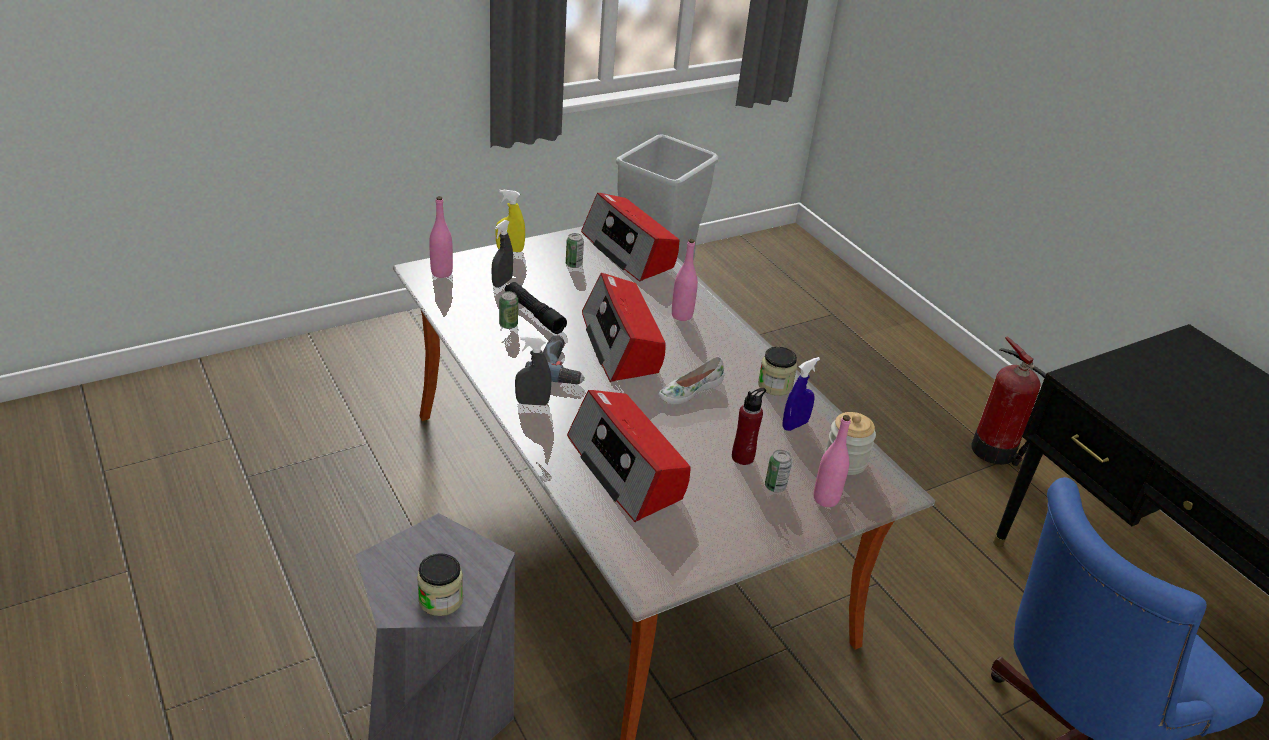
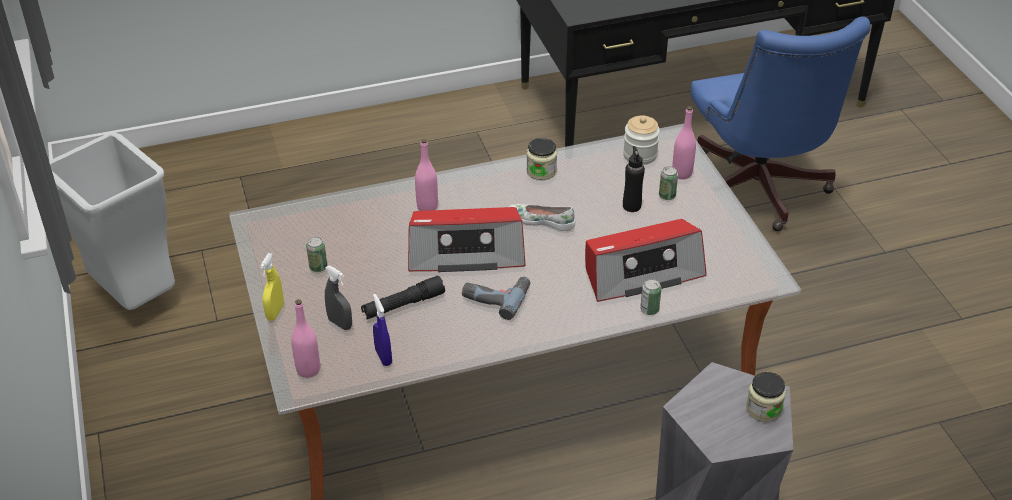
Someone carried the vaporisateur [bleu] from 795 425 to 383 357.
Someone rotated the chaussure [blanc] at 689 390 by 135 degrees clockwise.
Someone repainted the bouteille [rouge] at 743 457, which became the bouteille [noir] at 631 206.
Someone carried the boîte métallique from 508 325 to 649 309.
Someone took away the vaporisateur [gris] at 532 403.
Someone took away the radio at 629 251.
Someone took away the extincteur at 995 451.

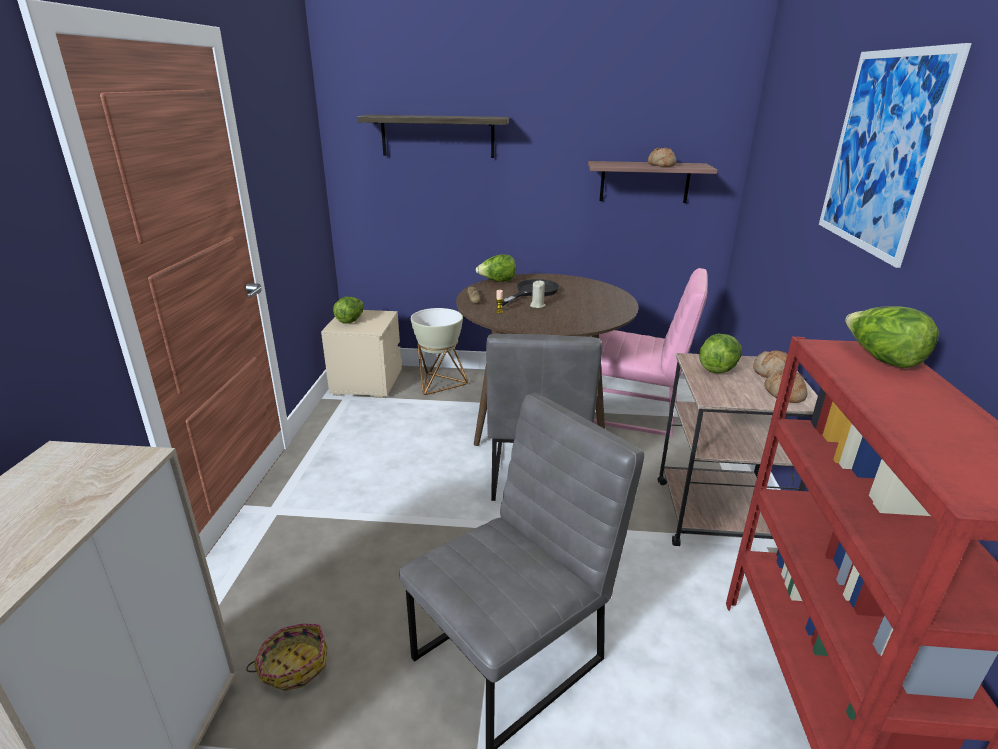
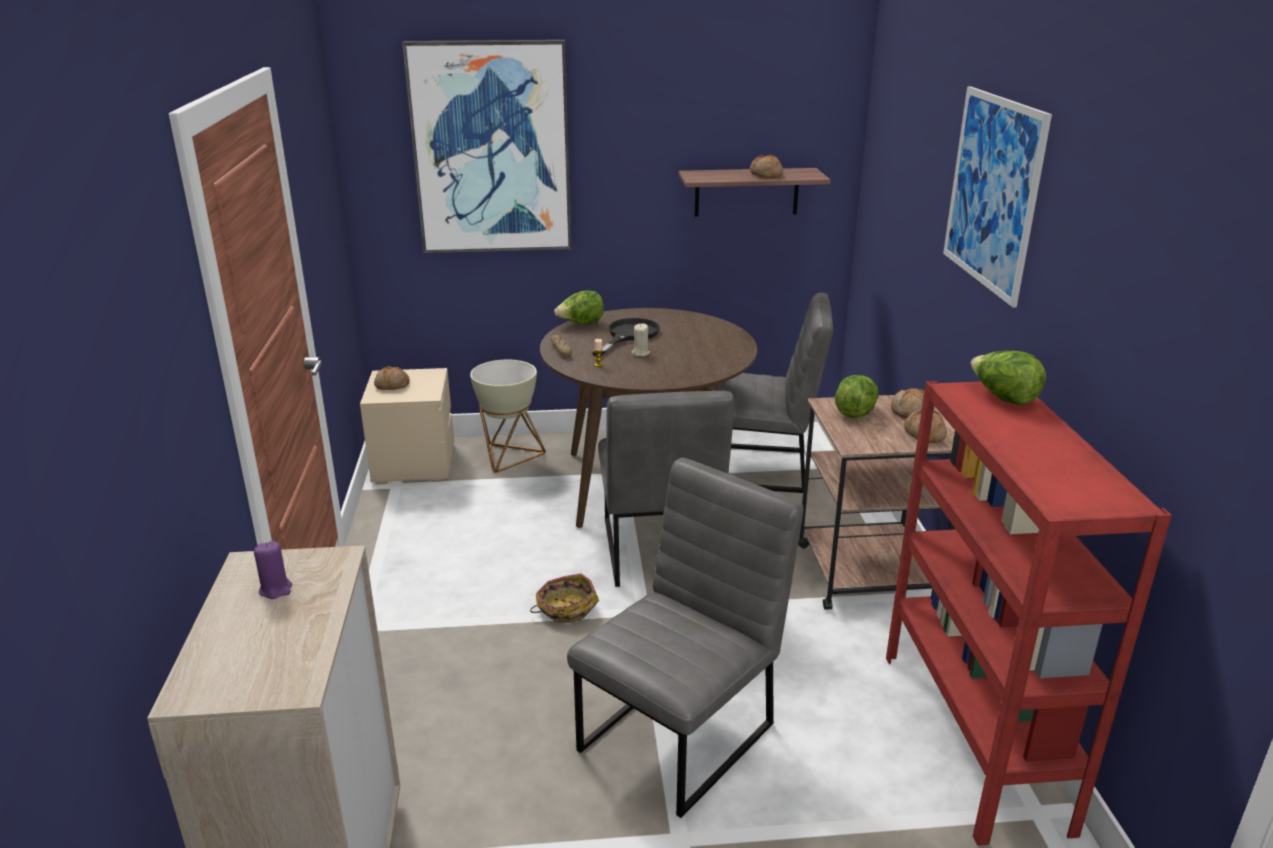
Someone put down the bougie [violet] at 276 589.
Someone swapped the laitue at 350 320 for the pain at 392 385.
Someone swapped the étagère at 437 136 for the tableau at 491 148.
Someone carried the panier from 293 665 to 566 608.
Someone repainted the chaise [rose] at 634 412, which became the chaise [gris] at 757 469.

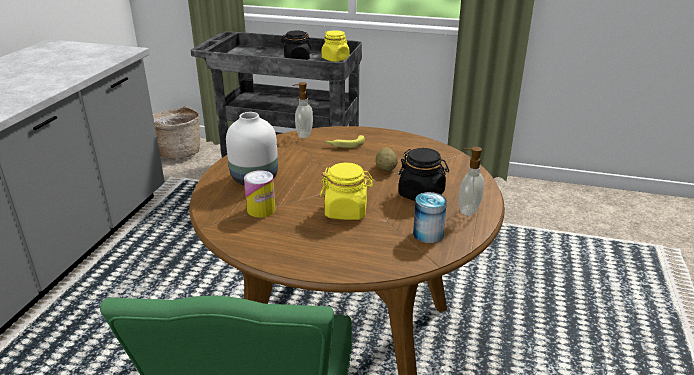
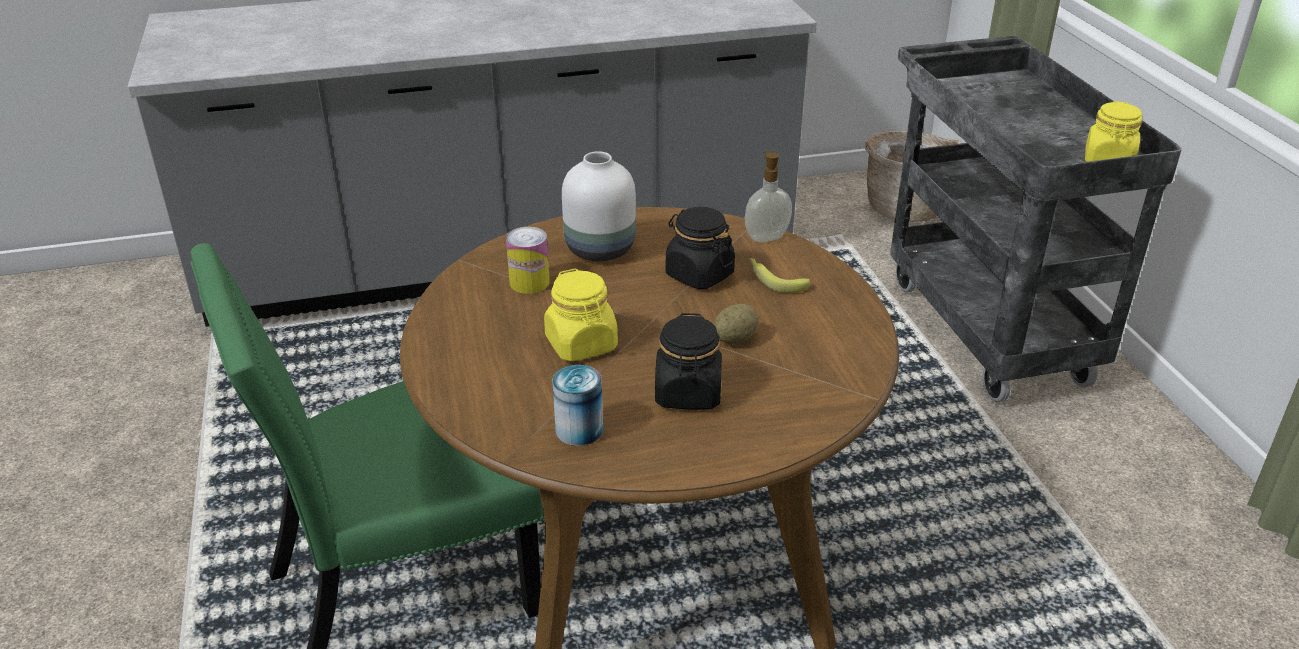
Someone carried the bocal [noir] from 296 59 to 699 275.
Someone took away the distributeur de savon at 468 210.

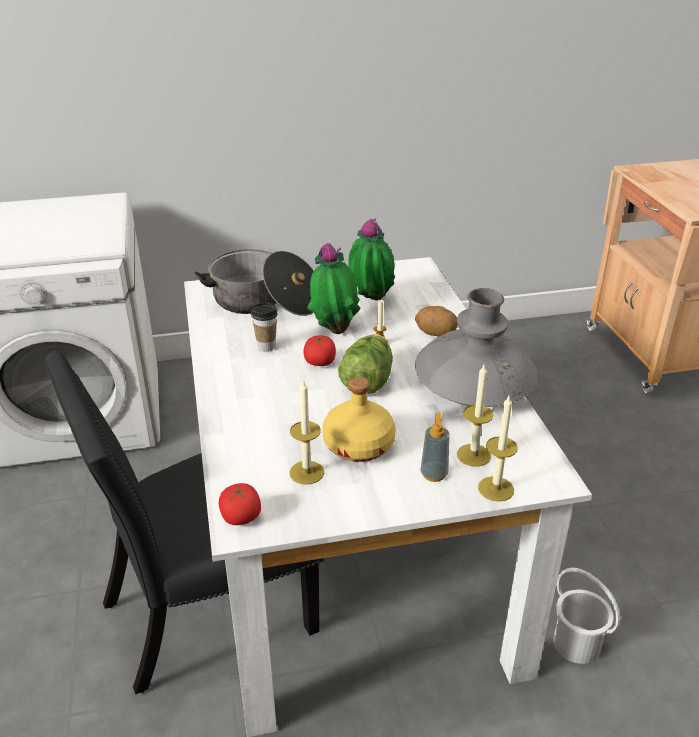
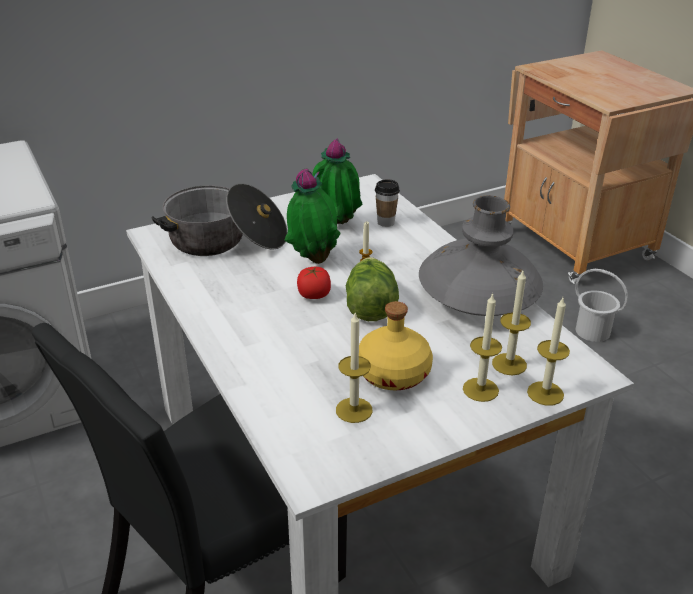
Someone carried the tasse from 266 346 to 386 222.
Someone swapped the distributeur de savon at 434 474 for the bougie at 480 389.
Someone carried the seau [blanc] from 576 643 to 592 331.
Someone took away the tomate at 240 517.
Someone took away the pomme de terre at 436 334.

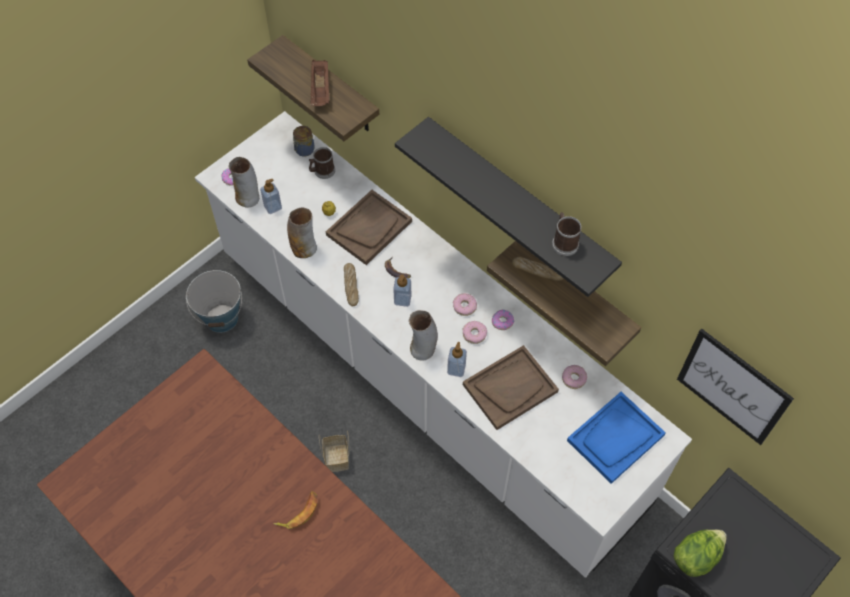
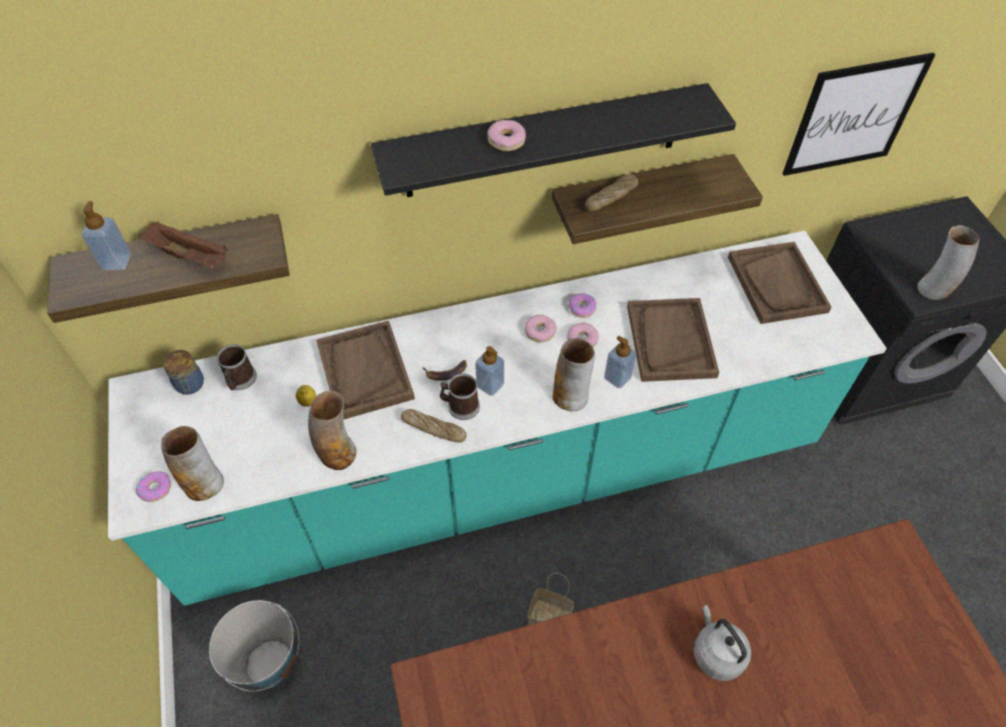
Someone carried the distributeur de savon from 273 207 to 116 261.
Someone repainted the comptoir de cuisine [blanc] at 425 376, which became the comptoir de cuisine [turquoise] at 503 474.
Someone carried the mug from 564 242 to 460 406.
Someone carried the beignet from 573 378 to 506 141.
Someone swapped the banane at 299 512 for the bouilloire [gris] at 716 652.
Someone repainted the plateau [bleu] at 615 438, which became the plateau [marron] at 777 284.
Someone swapped the laitue at 696 557 for the vase at 934 289.

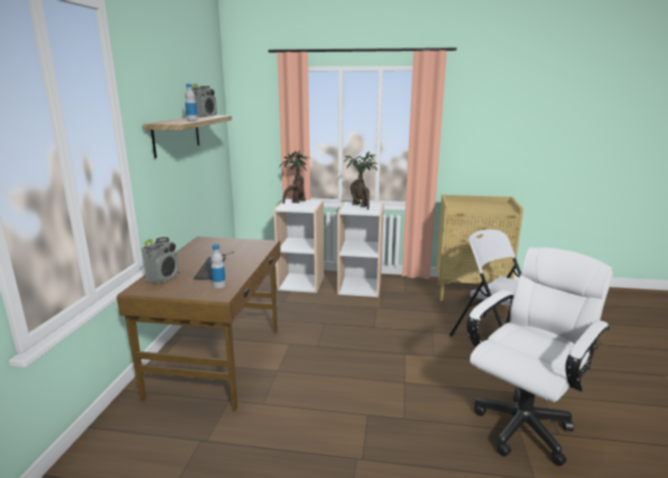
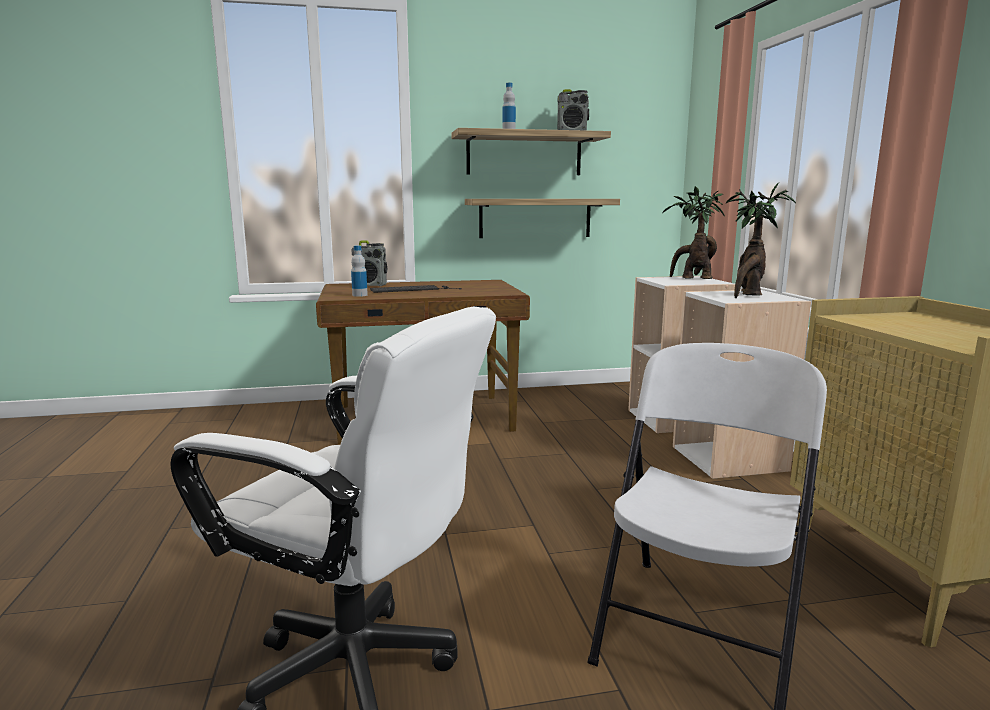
Someone put up the étagère at 535 218.

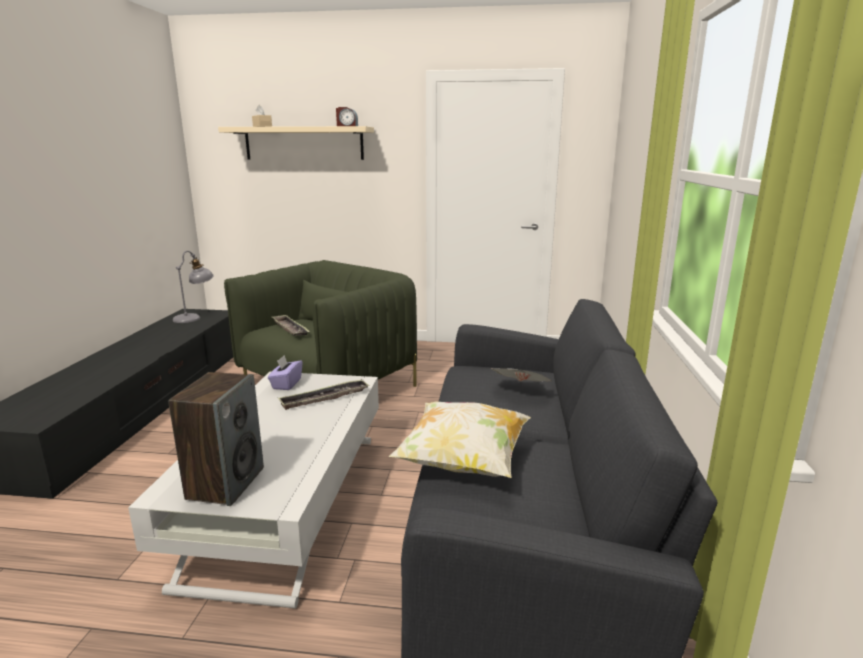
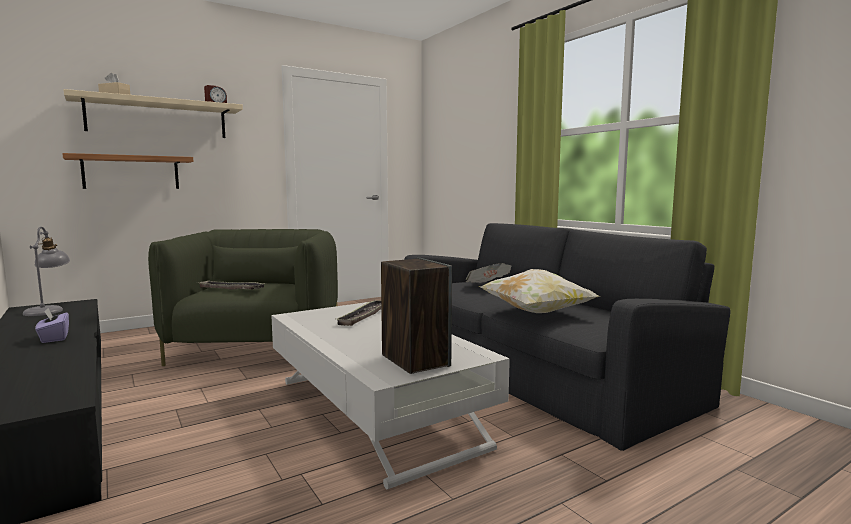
Someone carried the boîte à mouchoirs [violet] from 286 384 to 54 338.
Someone put up the étagère at 131 172.

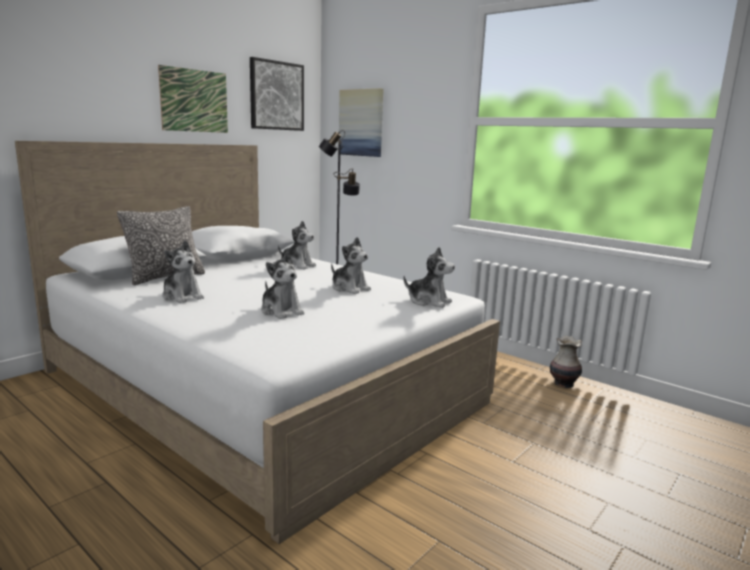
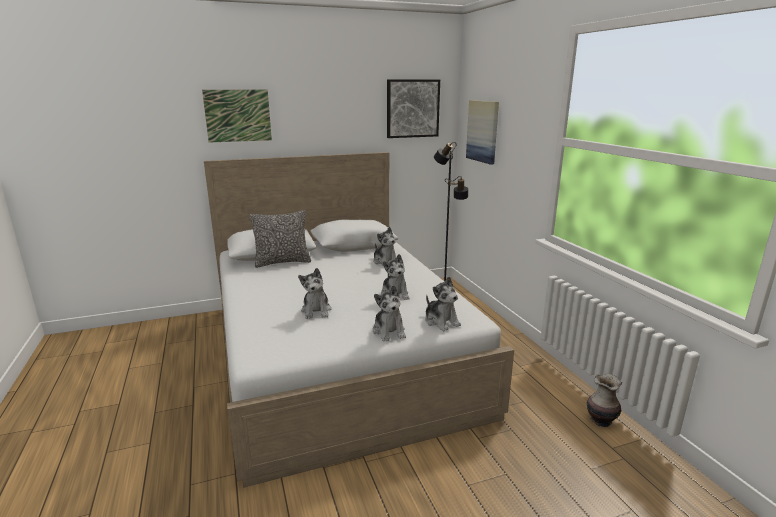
Someone carried the tableau from 194 100 to 238 115.
Someone carried the peluche from 182 296 to 389 331.

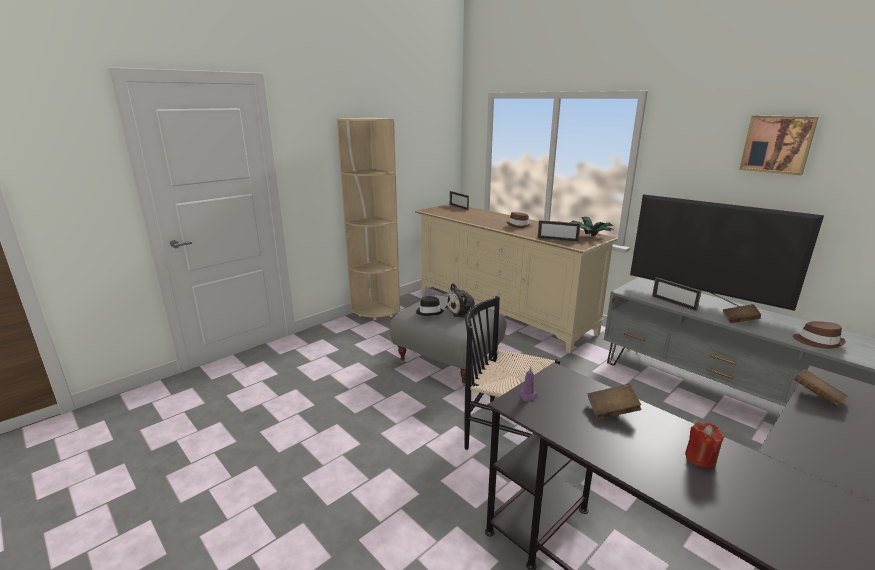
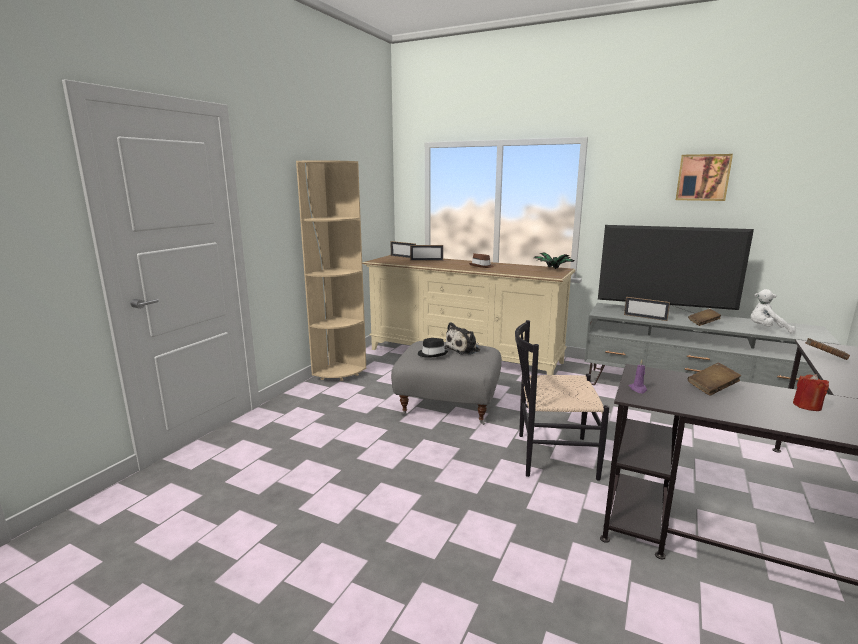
Someone carried the cadre photo from 557 240 to 426 260.
Someone swapped the chapeau [marron] at 818 341 for the peluche [blanc] at 767 330.

